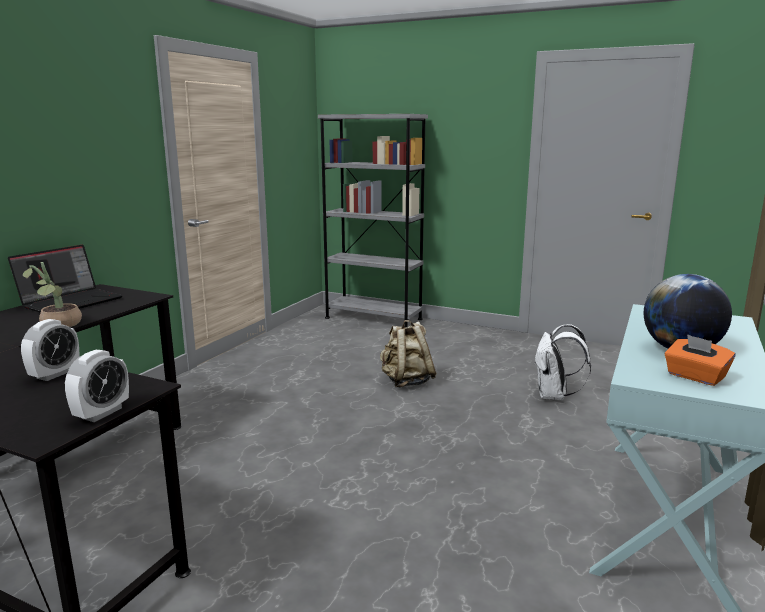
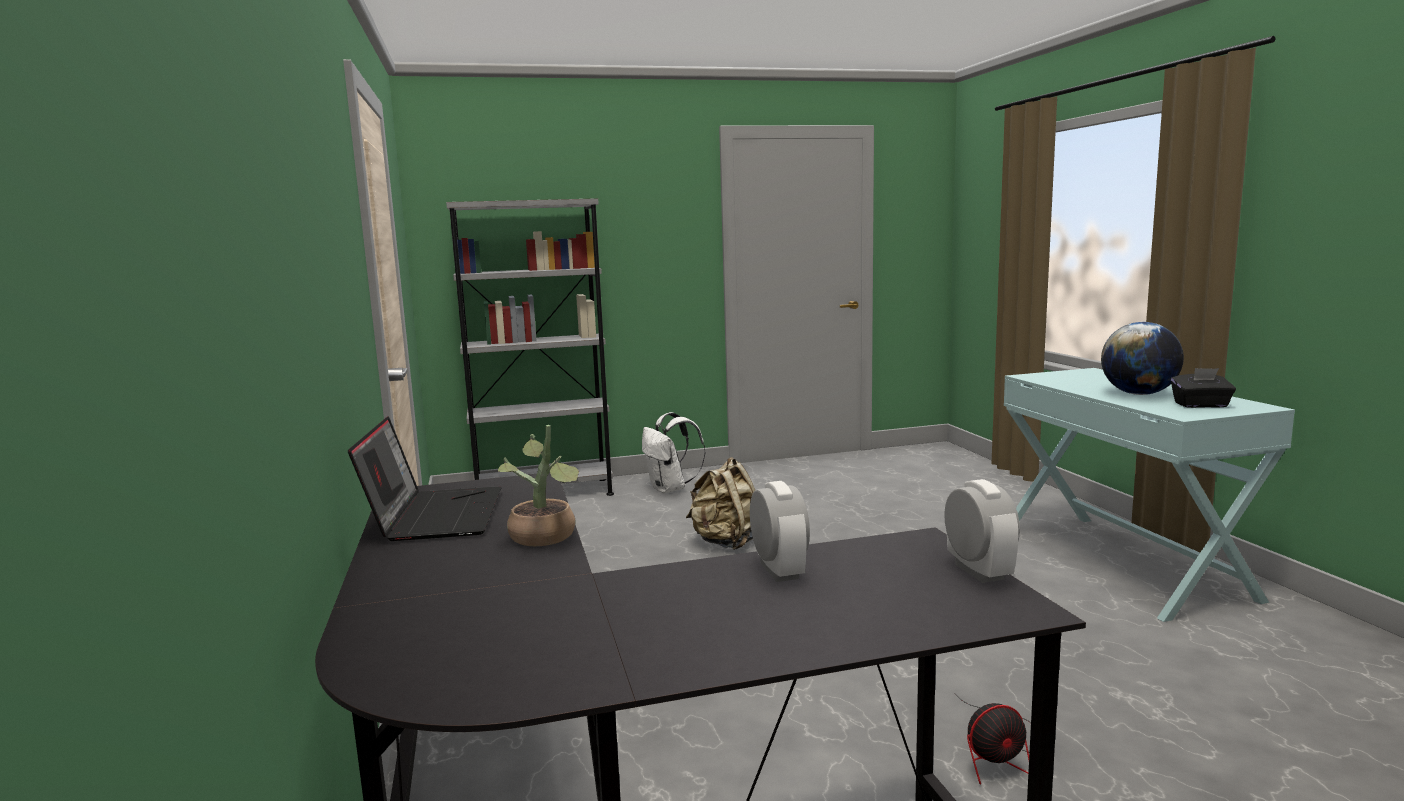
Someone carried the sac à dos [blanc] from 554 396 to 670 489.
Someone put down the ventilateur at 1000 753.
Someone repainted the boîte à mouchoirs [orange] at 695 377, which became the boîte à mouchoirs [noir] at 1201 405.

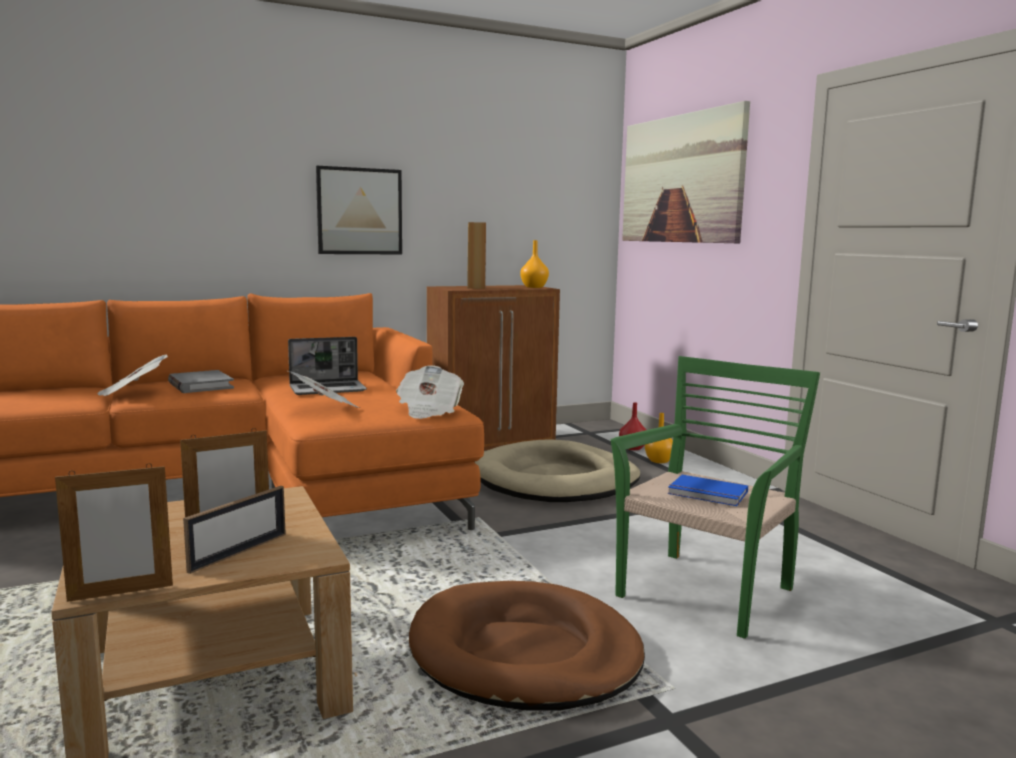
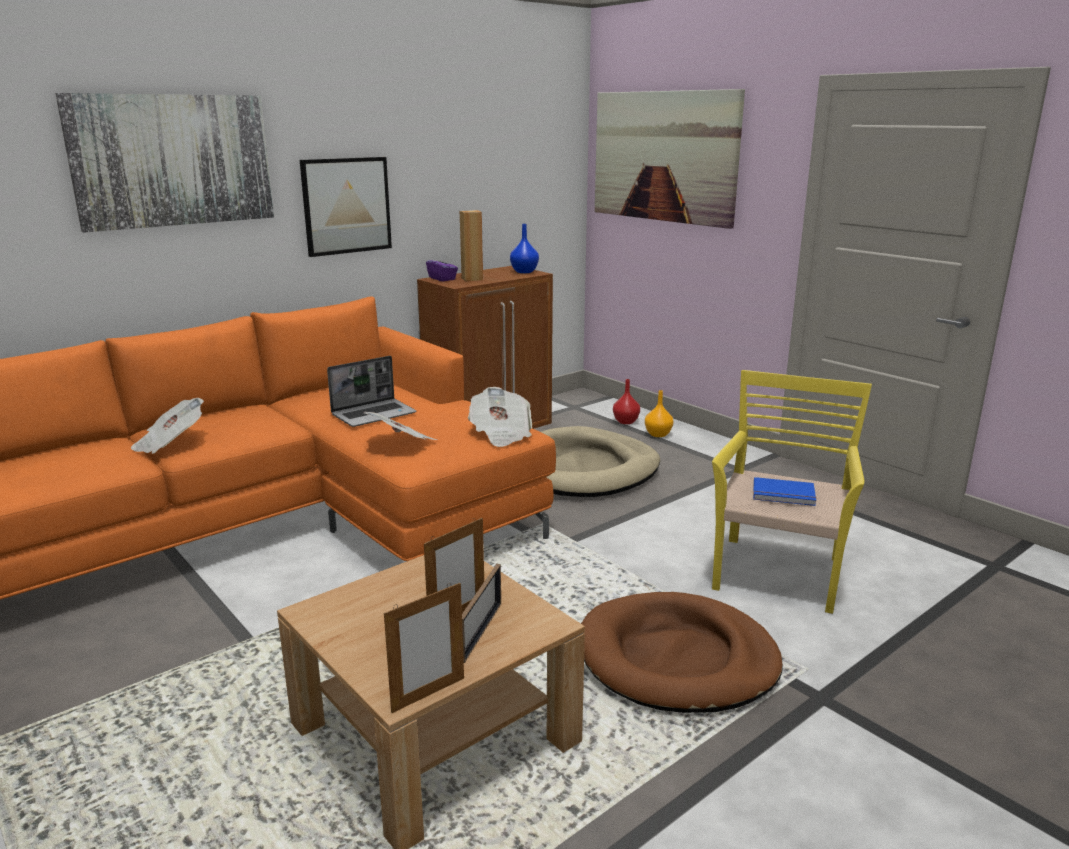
Someone put up the tableau at 173 160.
Someone put down the boîte à mouchoirs [violet] at 442 279.
Someone repainted the vase [orange] at 534 287, which became the vase [bleu] at 524 272.
Someone repainted the fauteuil [vert] at 705 591, which became the fauteuil [jaune] at 778 572.
Someone took away the livre [gris] at 200 385.

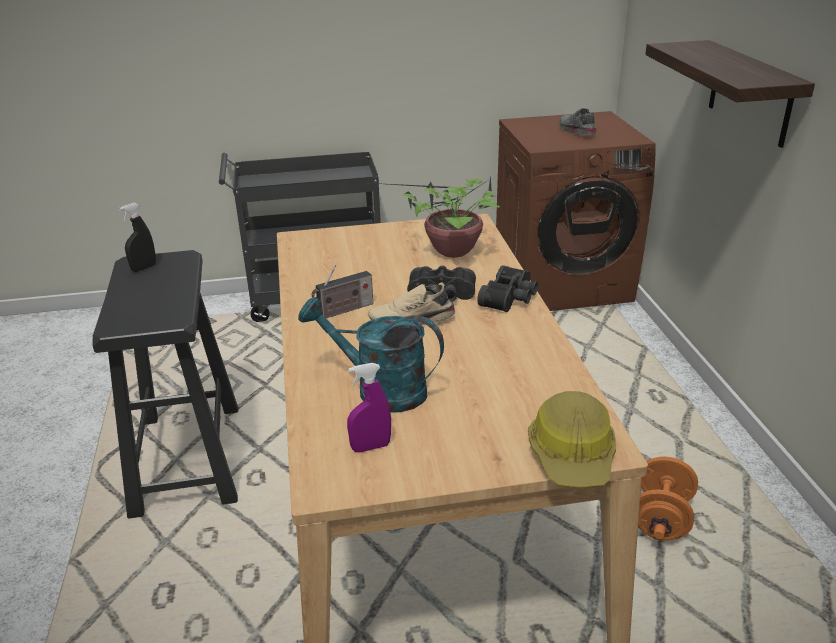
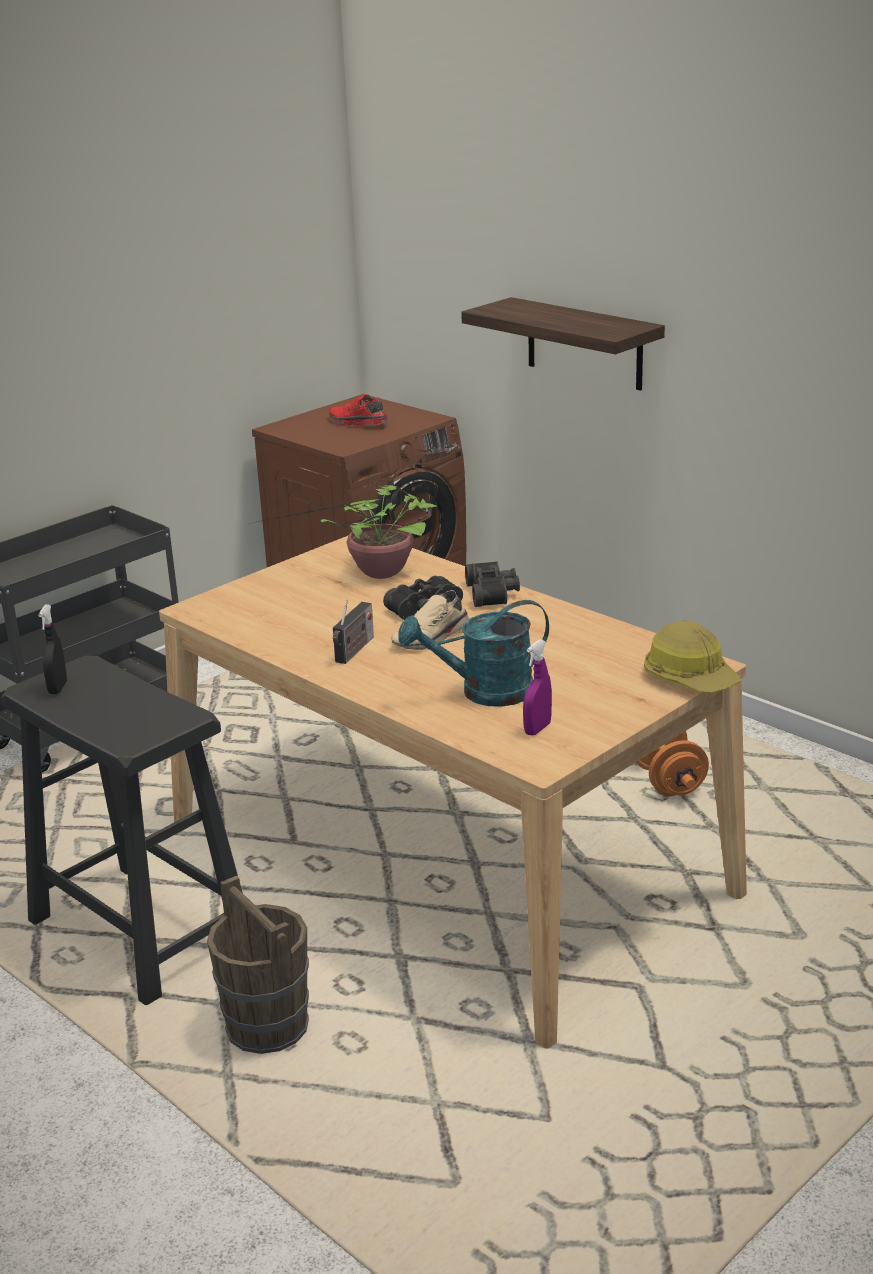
Someone put down the seau [marron] at 268 1028.
Someone repainted the chaussure [gris] at 575 131, which became the chaussure [rouge] at 357 423.

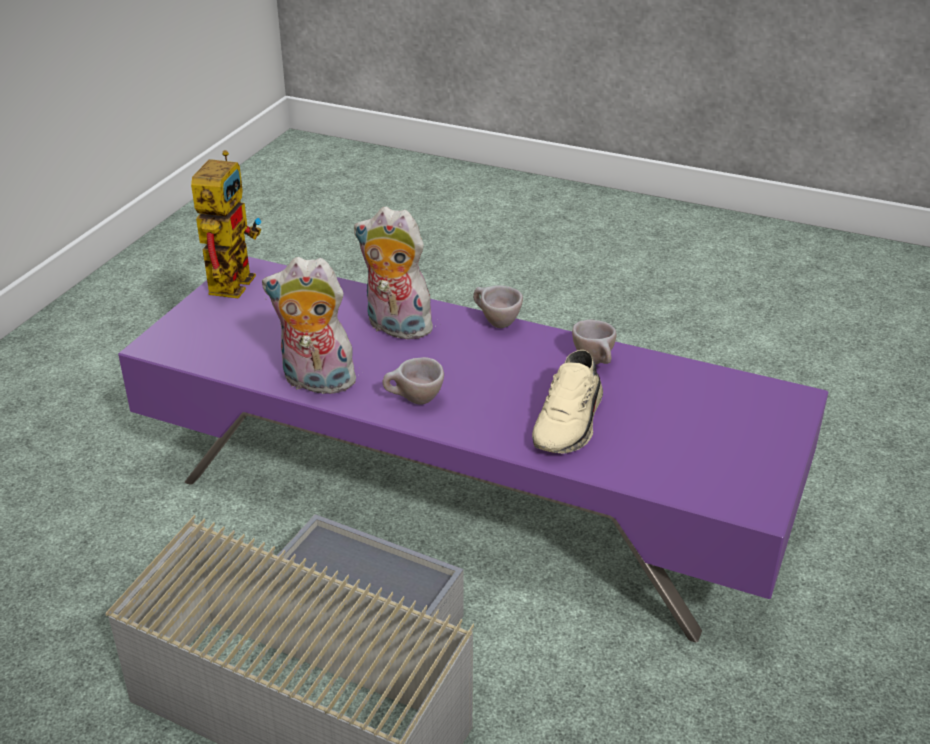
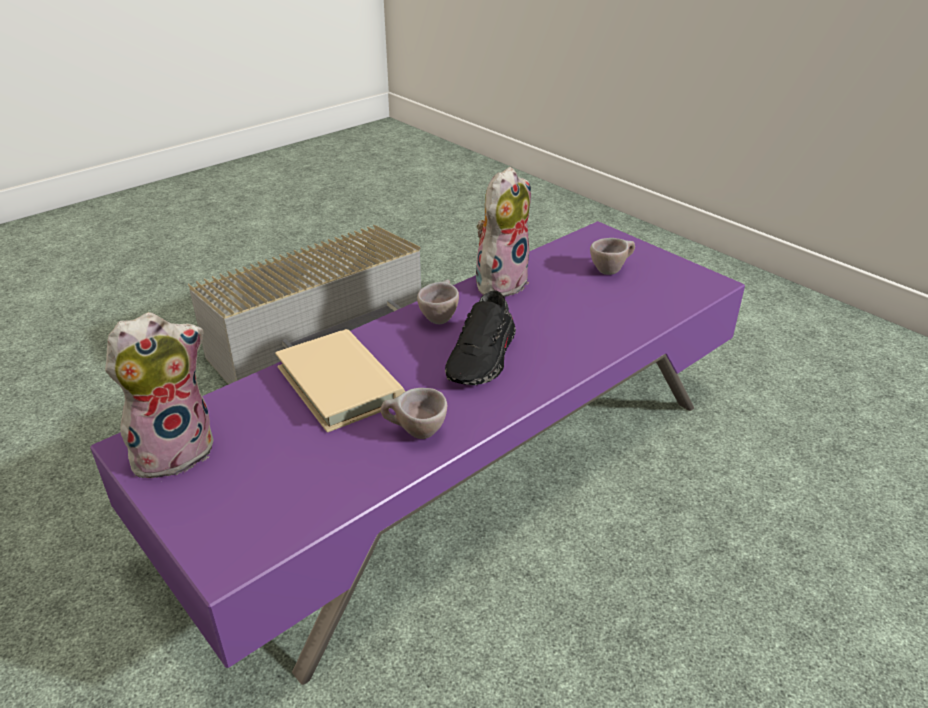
Someone carried the peluche from 395 328 to 175 450.
Someone swapped the chaussure [beige] at 570 422 for the livre [beige] at 340 384.
Someone put down the chaussure [noir] at 484 358.
Someone carried the tasse [beige] from 495 322 to 611 270.
Someone took away the robot jouet at 231 278.

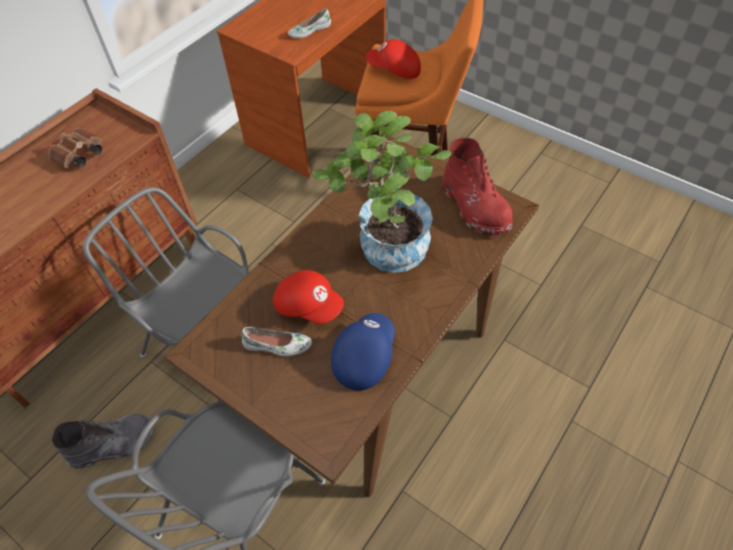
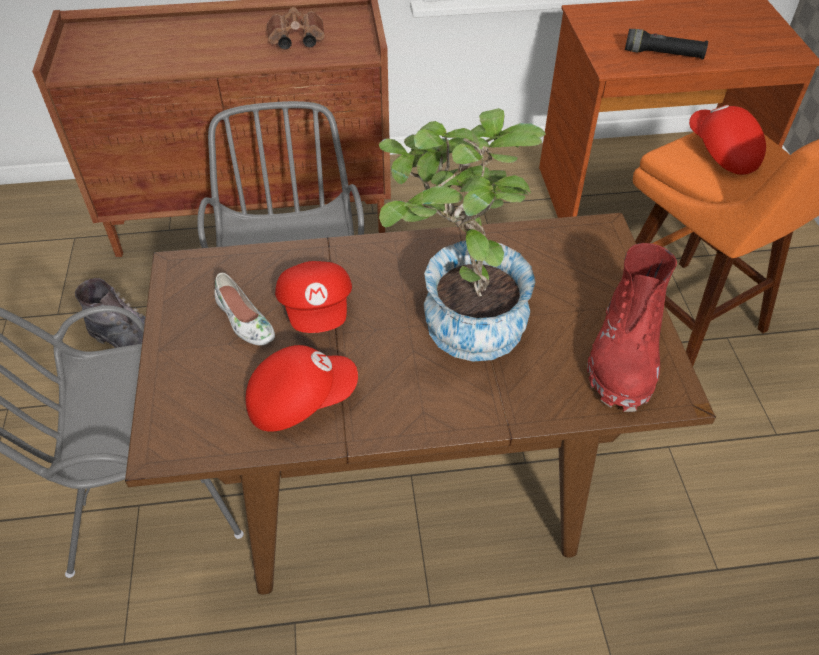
Someone repainted the casquette [bleu] at 363 357, which became the casquette [rouge] at 300 399.
Someone swapped the chaussure [blanc] at 309 30 for the lampe de poche [noir] at 663 54.

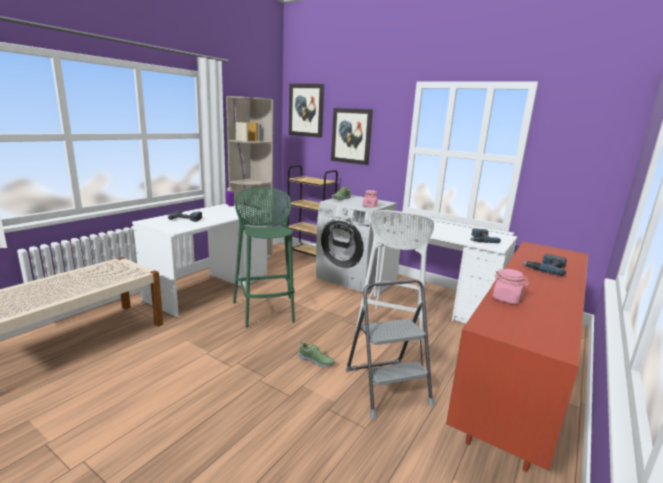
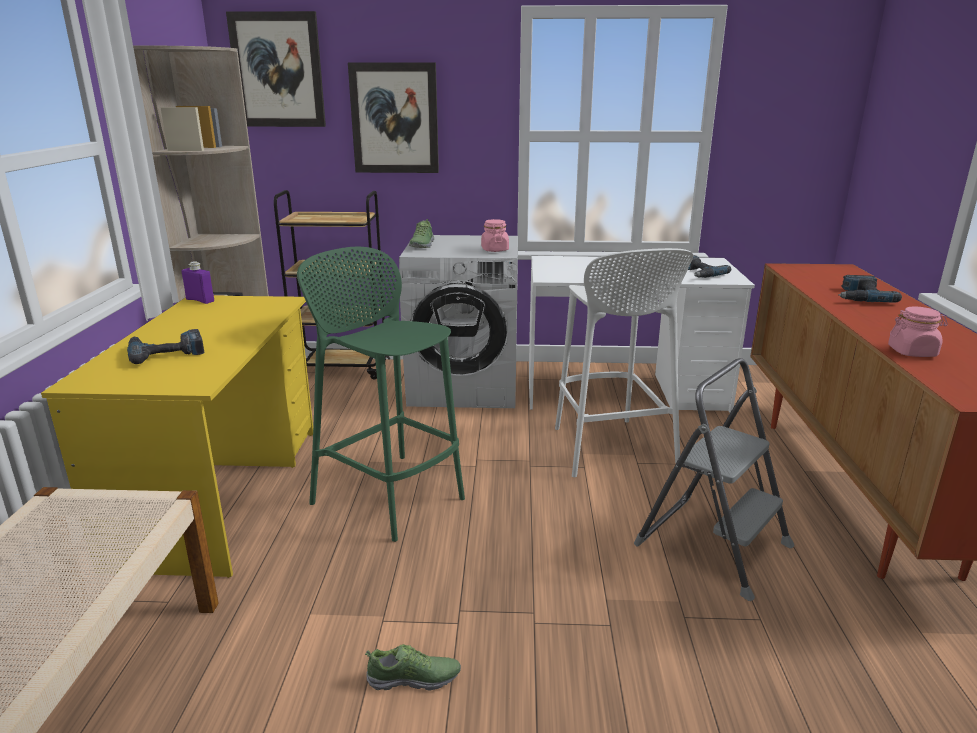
Someone repainted the bureau [blanc] at 209 288, which became the bureau [jaune] at 223 493.
Someone carried the chaussure from 316 361 to 414 678.

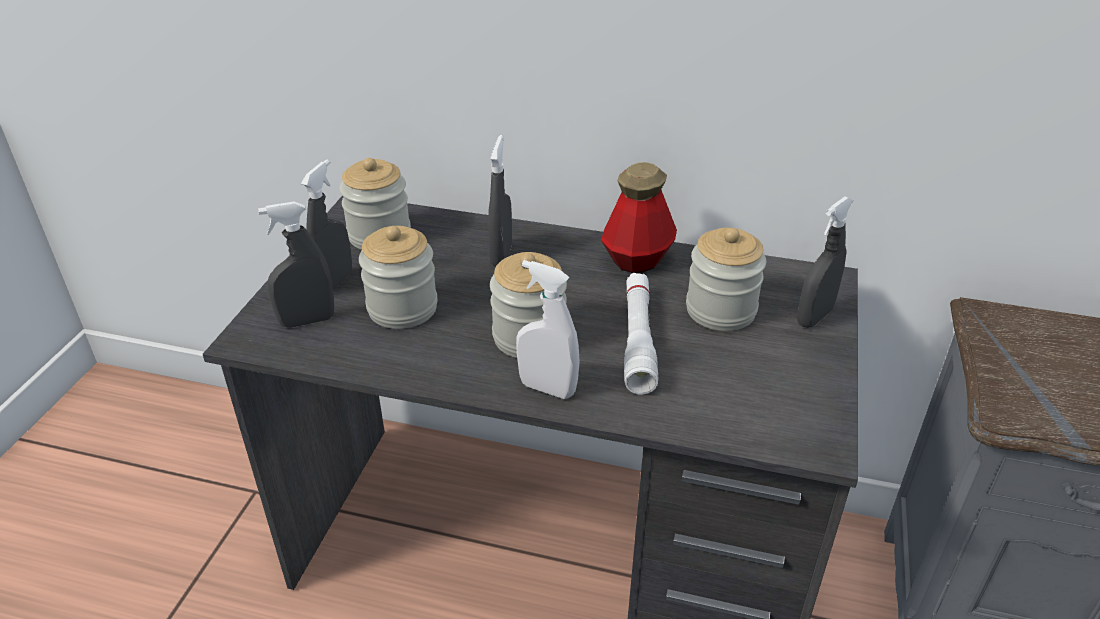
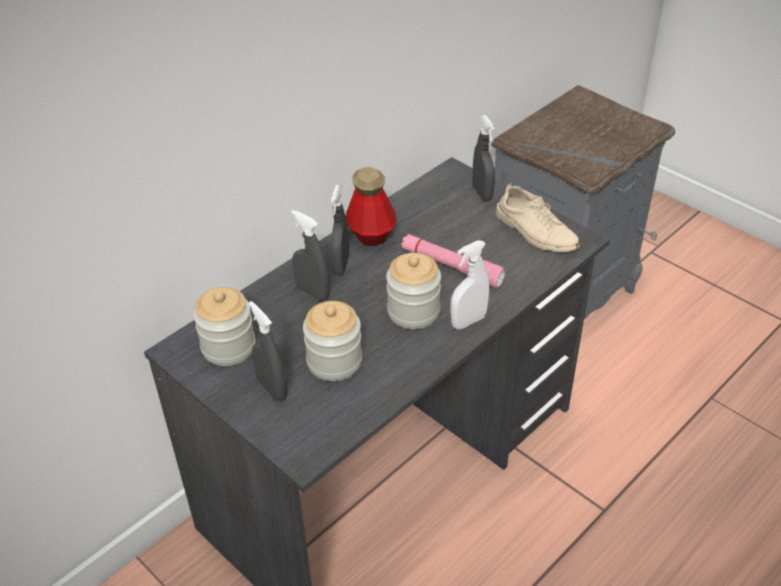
Someone carried the vaporisateur [gris] from 307 321 to 341 265.
Someone repainted the lampe de poche [blanc] at 638 340, which became the lampe de poche [rose] at 451 267.
Someone put down the chaussure [beige] at 535 231.
Someone took away the bocal at 720 310.

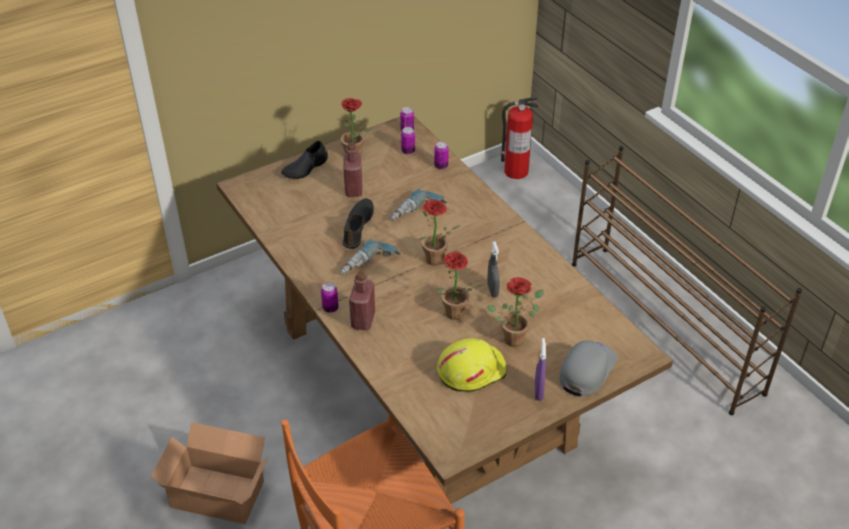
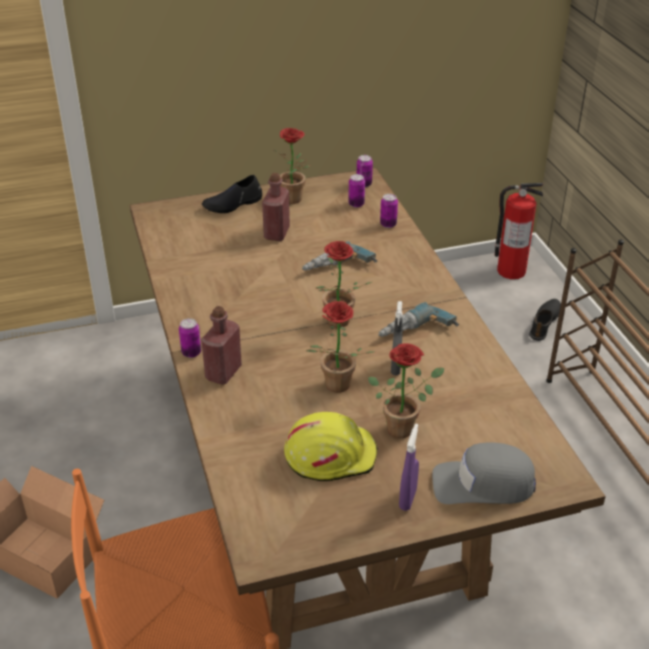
Someone carried the perceuse from 370 266 to 417 334.
Someone rotated the casquette [gris] at 587 369 by 135 degrees counterclockwise.
Someone carried the chaussure [noir] from 358 227 to 545 323.

